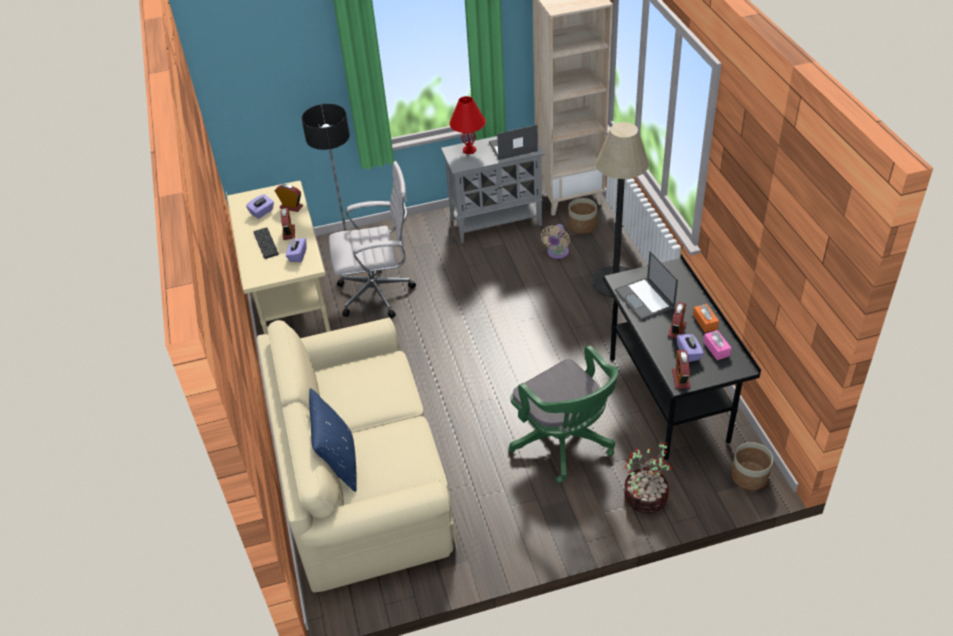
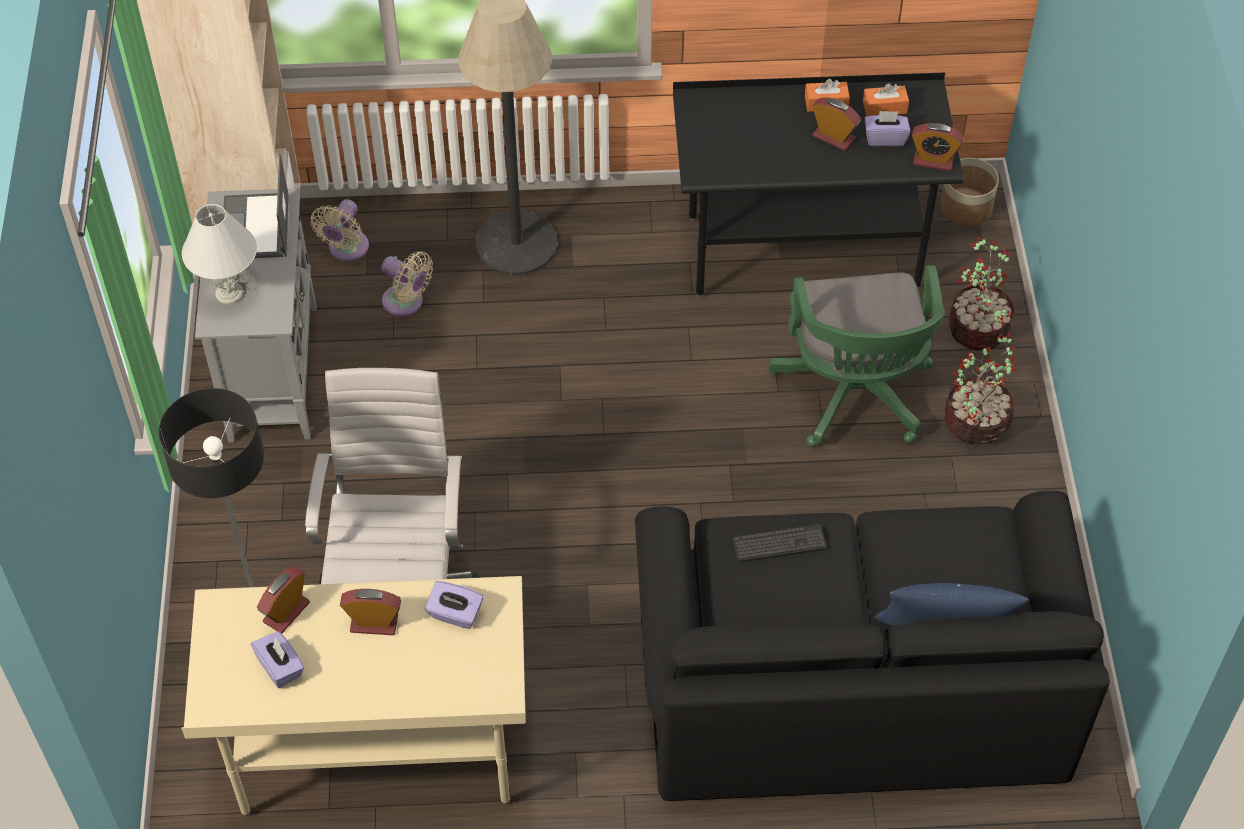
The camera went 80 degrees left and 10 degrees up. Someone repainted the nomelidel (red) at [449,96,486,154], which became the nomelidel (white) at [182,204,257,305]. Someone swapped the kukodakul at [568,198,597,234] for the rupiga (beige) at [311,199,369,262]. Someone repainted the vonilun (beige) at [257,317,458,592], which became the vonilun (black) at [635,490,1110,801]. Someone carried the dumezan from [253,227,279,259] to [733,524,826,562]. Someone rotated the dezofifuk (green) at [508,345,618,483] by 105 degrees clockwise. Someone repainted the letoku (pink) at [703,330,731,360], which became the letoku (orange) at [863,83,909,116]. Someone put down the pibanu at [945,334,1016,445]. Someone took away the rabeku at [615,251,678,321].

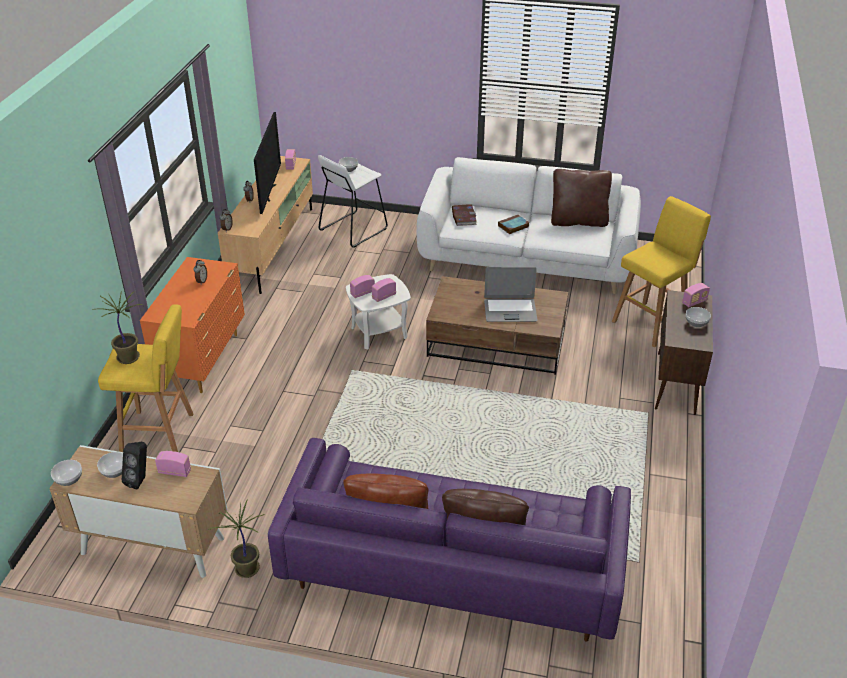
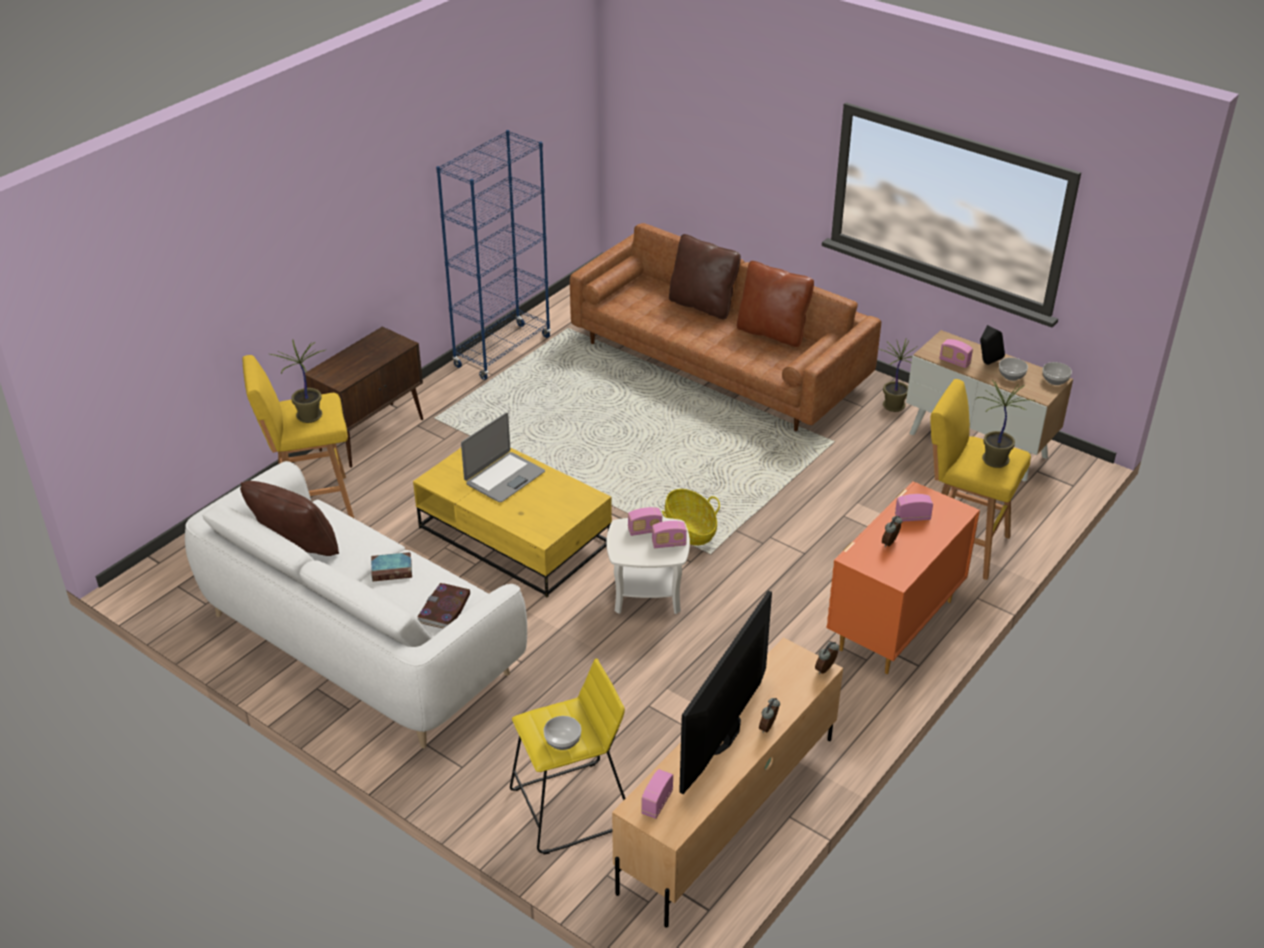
The camera went 155 degrees left and 0 degrees up. Someone put down the pibanu at [270,339,327,423]. Someone repainted the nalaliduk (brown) at [426,276,568,375], which became the nalaliduk (yellow) at [413,447,612,597]. Someone put down the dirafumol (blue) at [436,130,551,380]. Someone rotated the rabeku at [484,267,538,322] by 105 degrees clockwise. Someone repainted the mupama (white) at [318,155,388,248], which became the mupama (yellow) at [510,658,626,855]. Someone repainted the vonilun (purple) at [268,438,631,642], which became the vonilun (brown) at [570,223,881,431]. Someone put down the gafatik at [662,489,720,546]. Someone carried the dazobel from [682,283,710,307] to [895,494,933,522]. Someone took away the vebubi at [686,307,711,327].

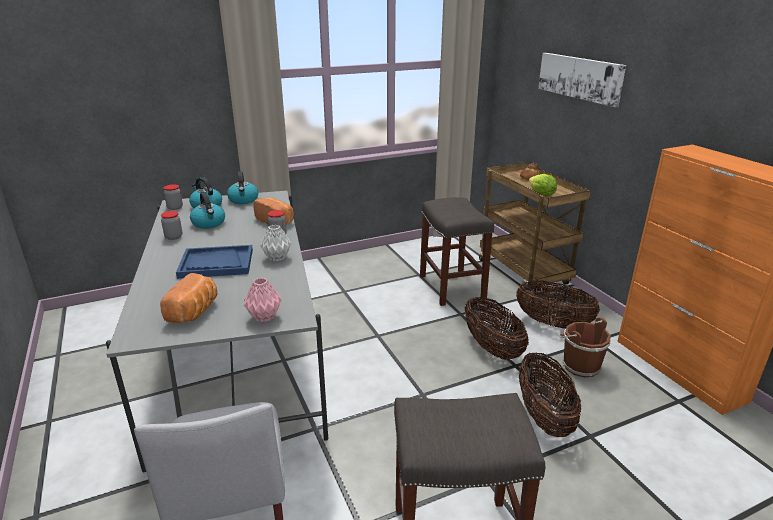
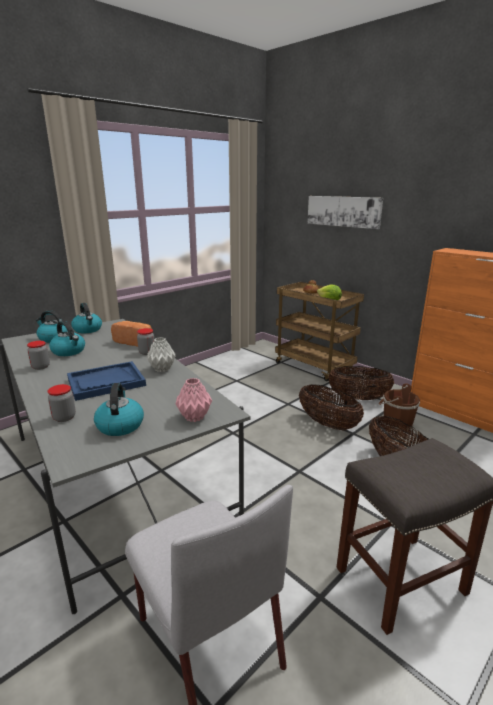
The camera went 20 degrees left and 5 degrees down. Someone carried the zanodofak from [164,184,183,210] to [47,384,76,422]. Someone swapped the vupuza at [160,273,218,323] for the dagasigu at [94,383,144,436]. Someone took away the mupama (grey) at [420,197,494,306].

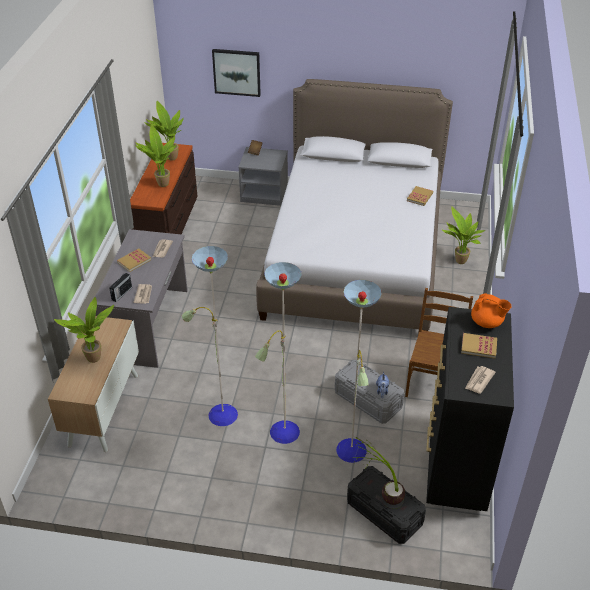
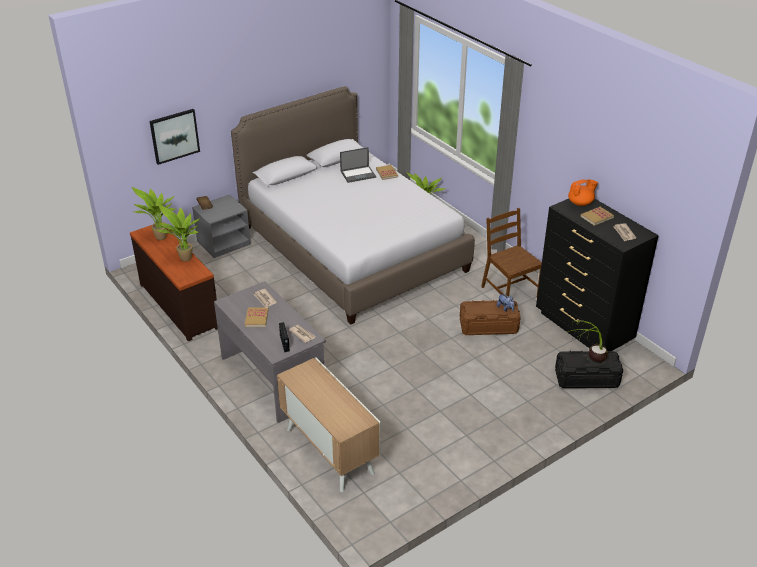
The camera went 45 degrees left and 5 degrees down. Someone put down the rabeku at [340,147,376,183]. Someone repainted the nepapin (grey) at [335,360,404,424], which became the nepapin (brown) at [460,300,521,335]. Someone took away the pibanu at [54,297,114,363]. Someone took away the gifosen at [182,246,382,463].

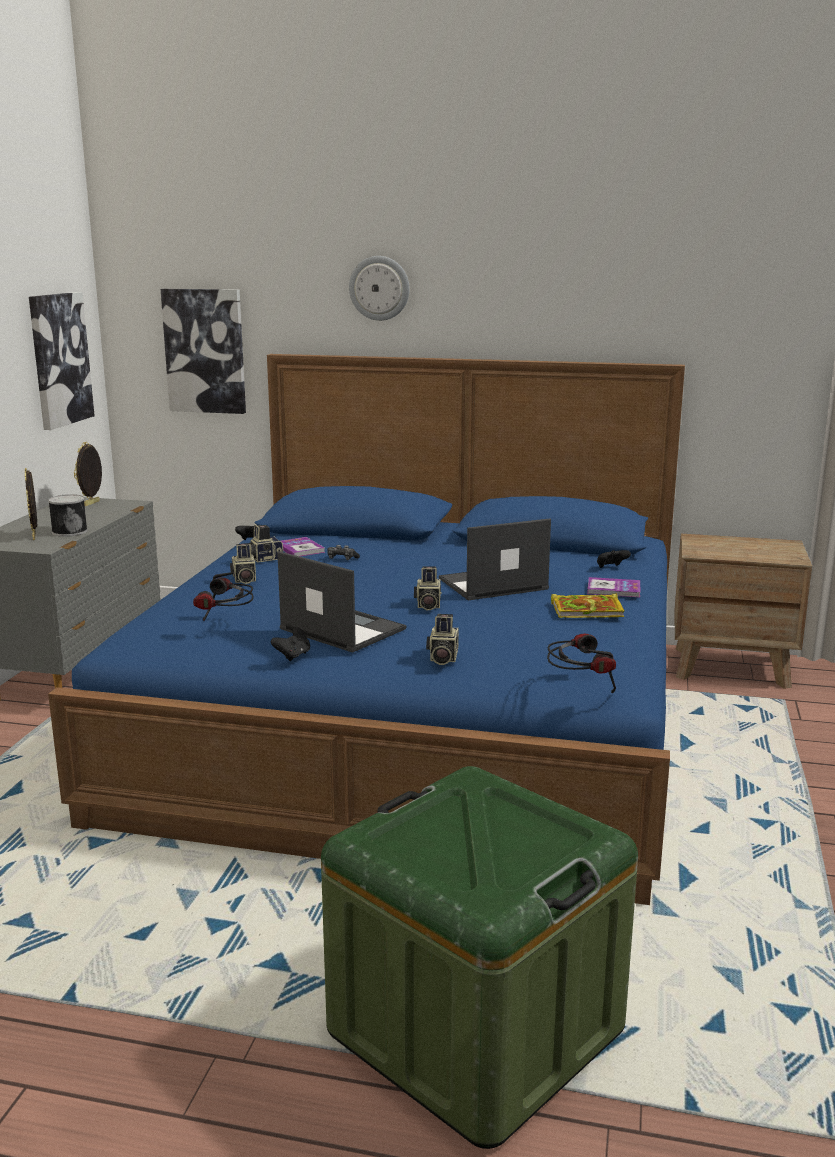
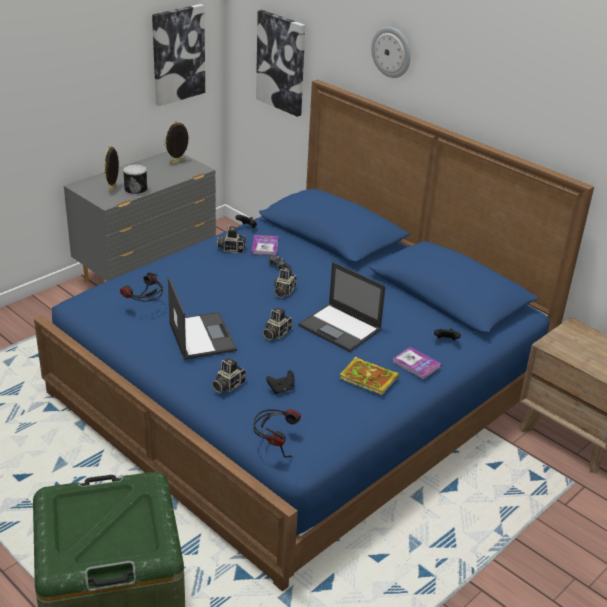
The camera went 30 degrees right and 15 degrees up. Someone carried the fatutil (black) from [271,627,310,661] to [266,370,294,394]. Someone carried the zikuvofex from [230,543,256,584] to [274,267,297,298]. Someone rotated the rabeku at [439,518,551,600] by 150 degrees counterclockwise.

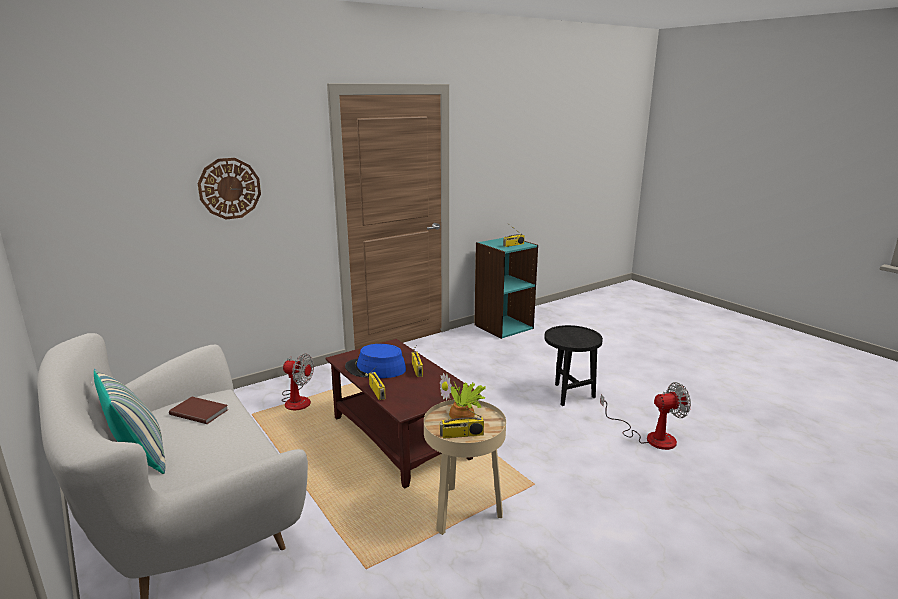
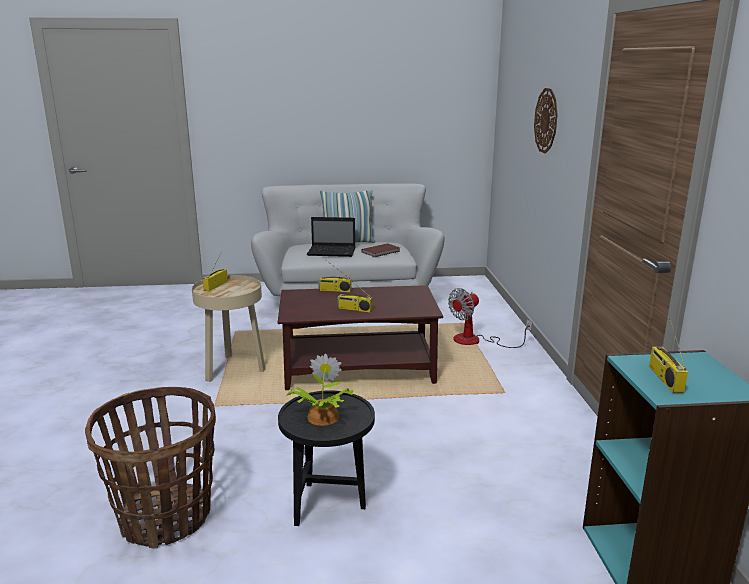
The camera went 120 degrees right and 0 degrees up. Someone swapped the rupiga at [600,382,691,450] for the gafatik at [85,387,216,549]. Someone carried the pibanu from [440,373,486,419] to [287,353,353,426]. Someone put down the rabeku at [307,217,355,257]. Someone took away the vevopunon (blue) at [345,344,406,378].

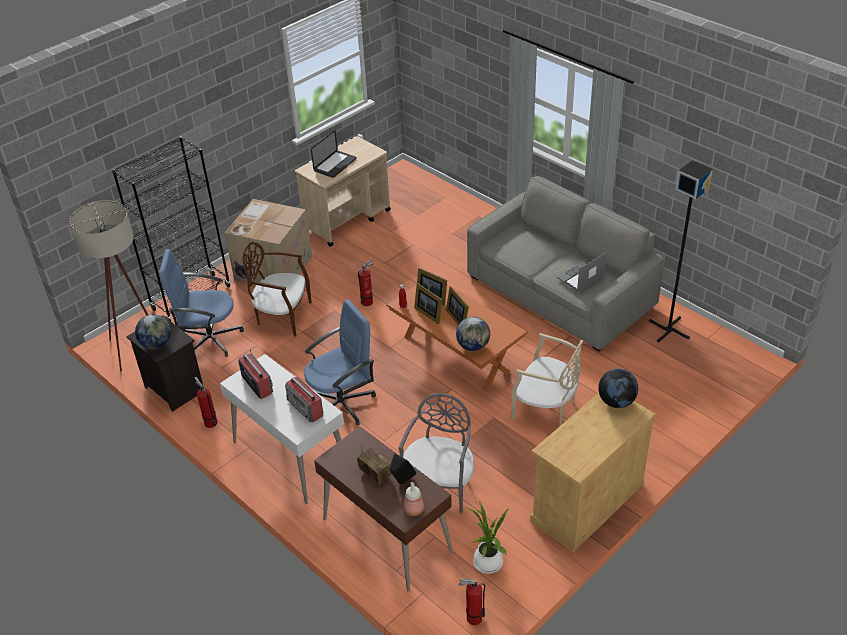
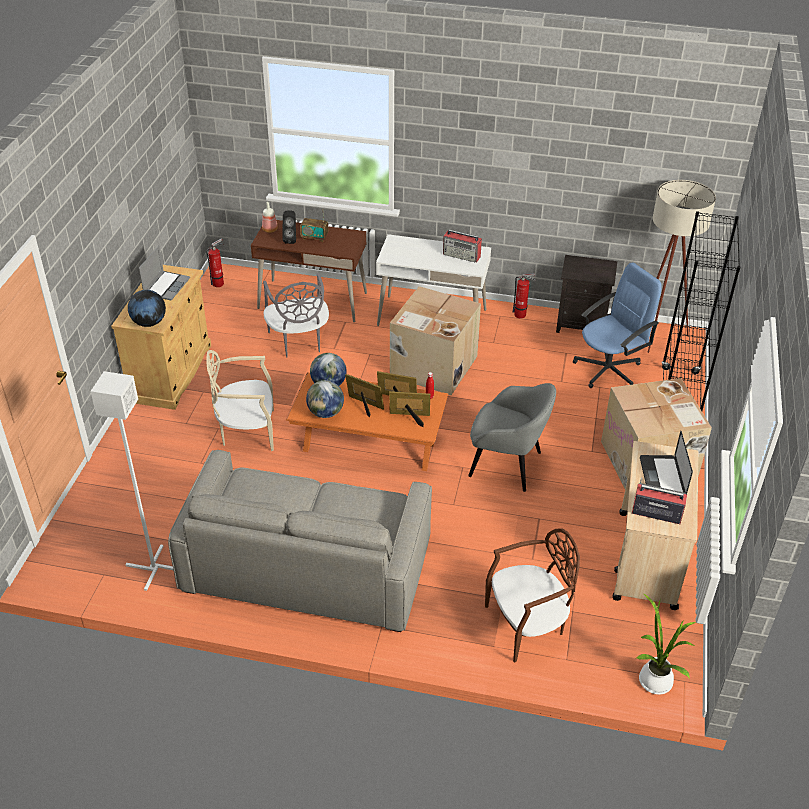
The camera went 145 degrees right and 0 degrees up. Someone repainted the gifosen (black) at [649,160,713,342], which became the gifosen (white) at [91,371,173,591]. Someone carried the rabeku from [558,253,606,292] to [139,246,190,300]. Someone carried the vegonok from [135,315,171,349] to [306,380,344,418]. Someone swapped the dezofifuk (blue) at [304,300,376,425] for the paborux at [390,286,481,395]. Someone swapped the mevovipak at [358,259,374,306] for the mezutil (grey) at [468,383,556,492]. Someone carried the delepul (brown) from [242,242,312,337] to [485,528,580,662]. Someone carried the dazobel from [285,377,323,422] to [632,478,687,524]. Someone carried the pibanu from [468,501,509,574] to [635,594,695,695].

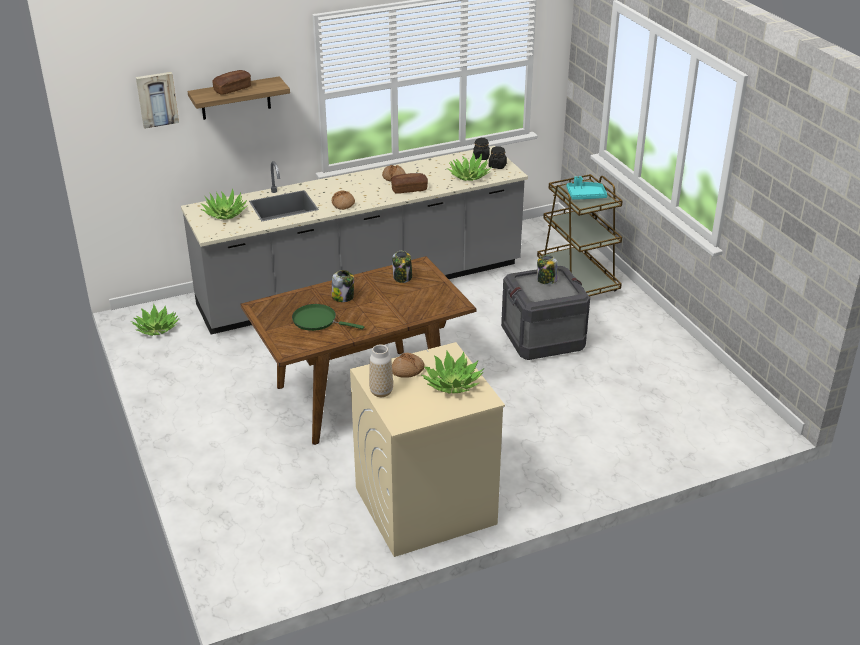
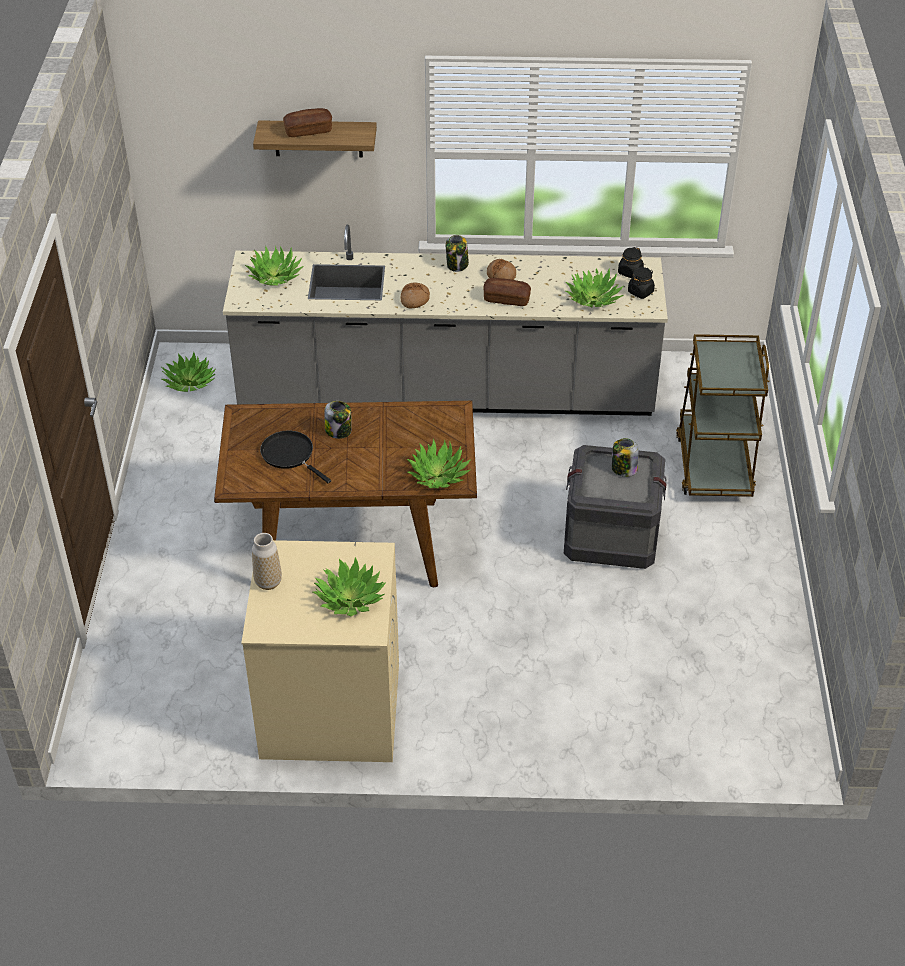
The camera went 25 degrees right and 10 degrees up. Someone repainted the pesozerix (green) at [292,304,364,331], which became the pesozerix (black) at [260,431,331,483]. Someone put down the pibanu at [407,439,471,488]. Someone carried the zanodofak from [392,251,412,283] to [446,235,469,272]. Someone took away the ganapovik at [136,72,179,129]. Someone took away the vupuza at [392,353,425,378]. Someone took away the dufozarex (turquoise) at [566,176,608,200].

